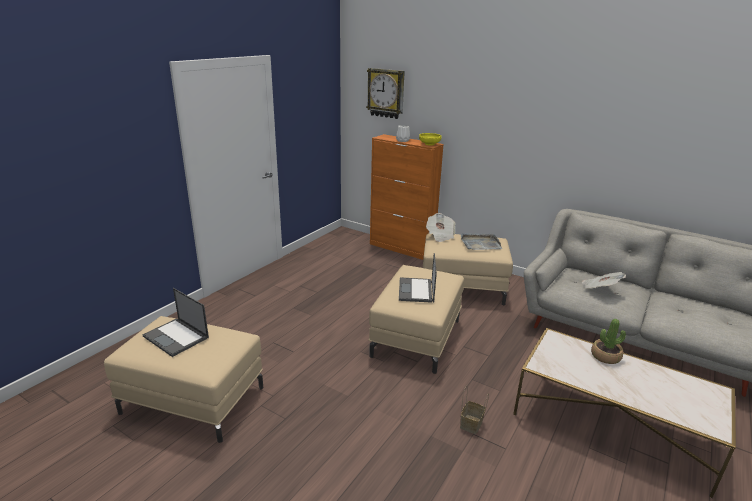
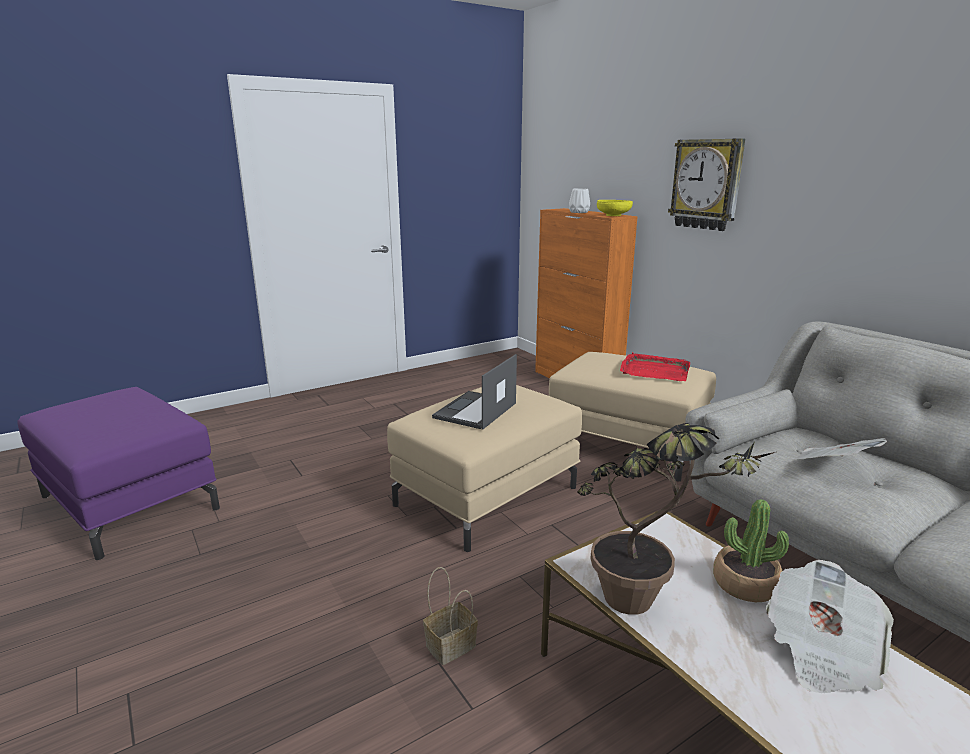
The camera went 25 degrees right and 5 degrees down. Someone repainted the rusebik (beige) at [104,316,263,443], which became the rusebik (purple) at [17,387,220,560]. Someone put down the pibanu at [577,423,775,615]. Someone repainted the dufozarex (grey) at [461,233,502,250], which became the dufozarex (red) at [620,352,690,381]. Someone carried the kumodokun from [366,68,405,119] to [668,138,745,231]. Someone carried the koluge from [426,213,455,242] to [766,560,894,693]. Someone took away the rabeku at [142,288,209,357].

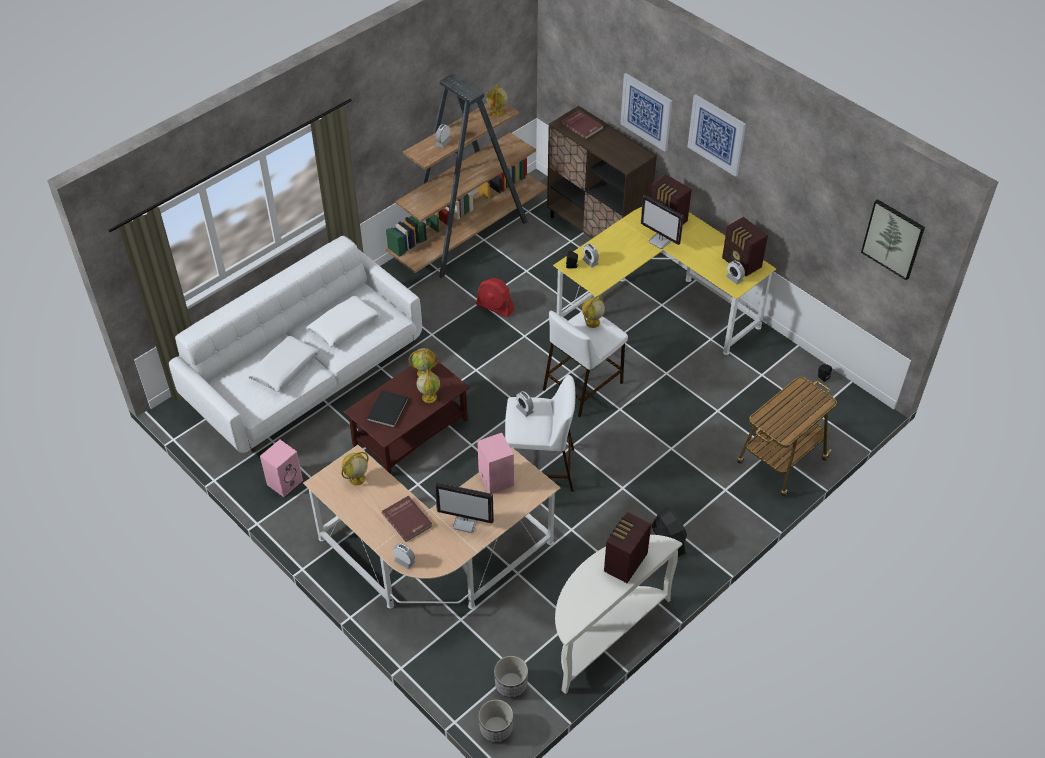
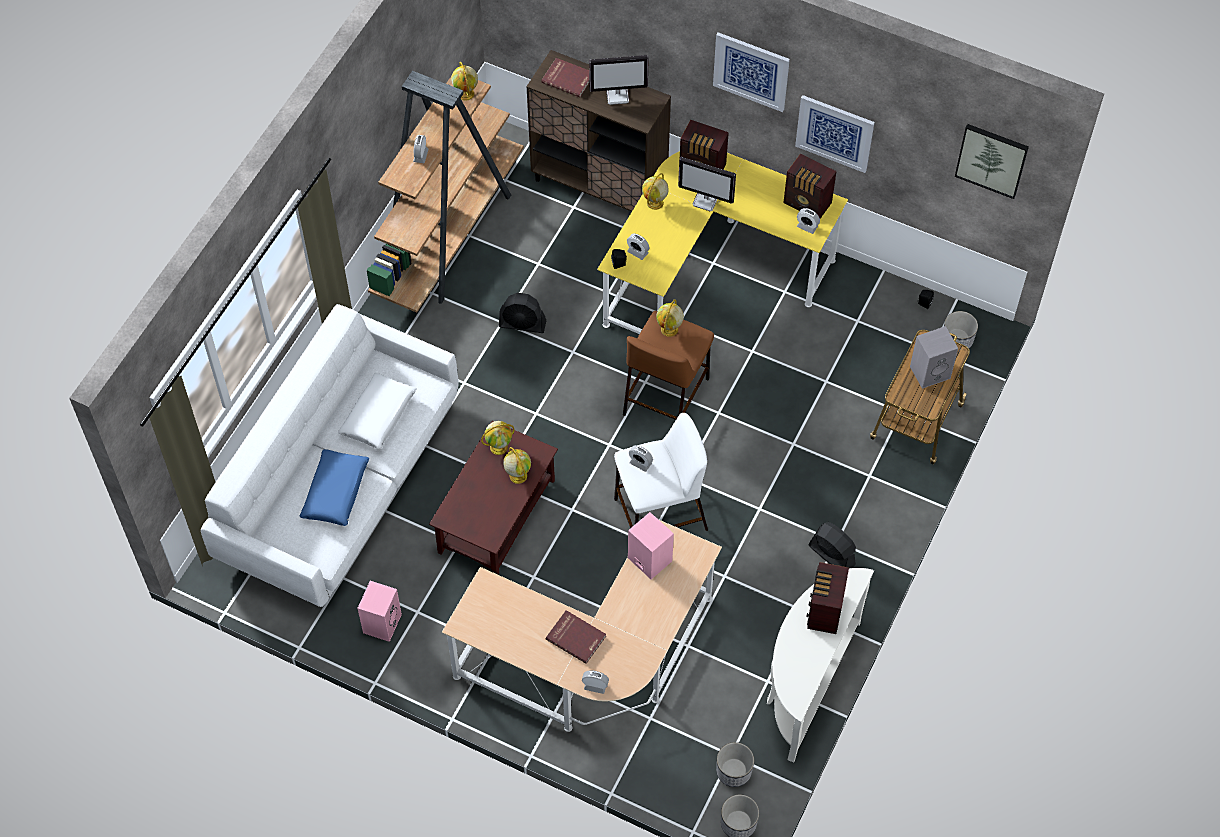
The camera went 20 degrees left and 10 degrees up. Someone repainted the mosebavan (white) at [247,336,320,392], which became the mosebavan (blue) at [300,449,369,526]. Someone repainted the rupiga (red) at [476,278,514,317], which became the rupiga (black) at [499,293,546,333]. Someone carried the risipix from [435,482,494,533] to [589,55,649,105]. Someone repainted the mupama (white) at [543,310,628,417], which became the mupama (brown) at [623,311,714,420]. Someone carried the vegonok from [342,452,368,486] to [642,173,669,210]. Someone carried the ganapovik from [620,73,672,152] to [795,95,875,173]. Someone put down the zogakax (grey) at [910,326,958,389]. Someone put down the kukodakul at [944,311,978,352]. Someone took away the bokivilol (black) at [367,390,408,428].

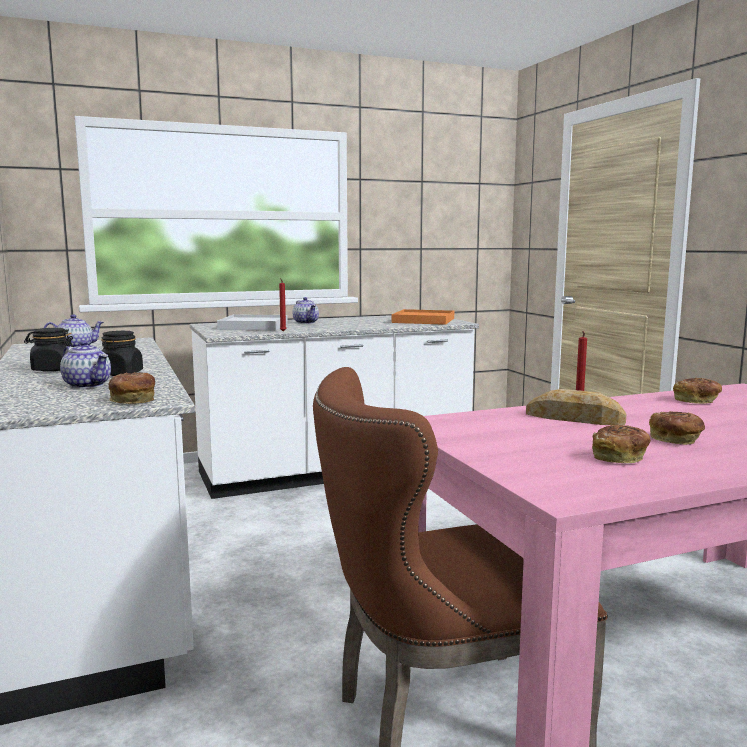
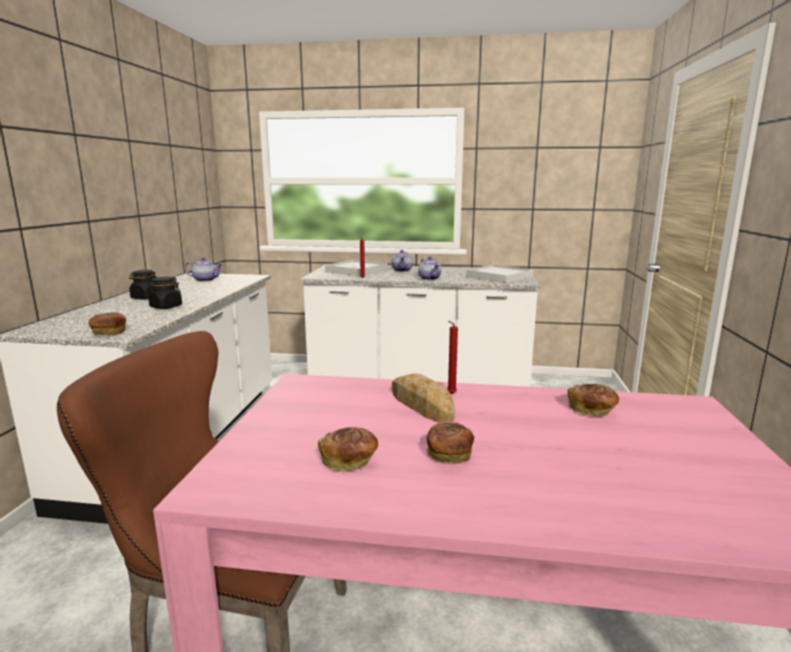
The camera went 30 degrees right and 5 degrees up. Someone carried the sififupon from [60,340,111,389] to [418,256,441,280]. Someone repainted the dufozarex (orange) at [392,309,454,325], which became the dufozarex (white) at [466,264,533,283].

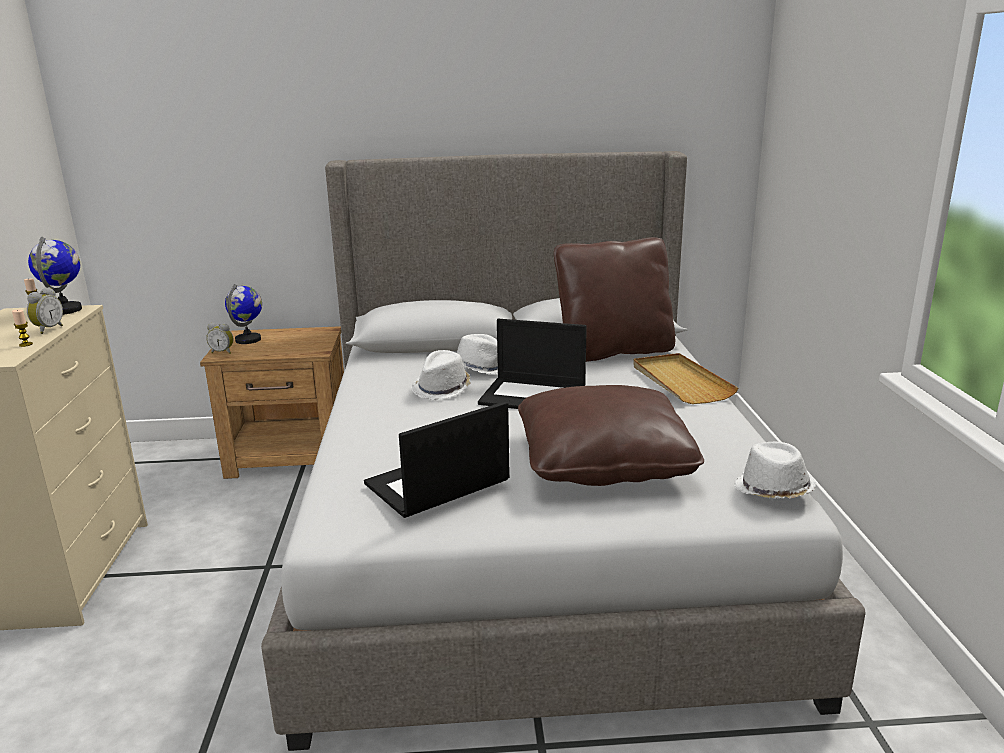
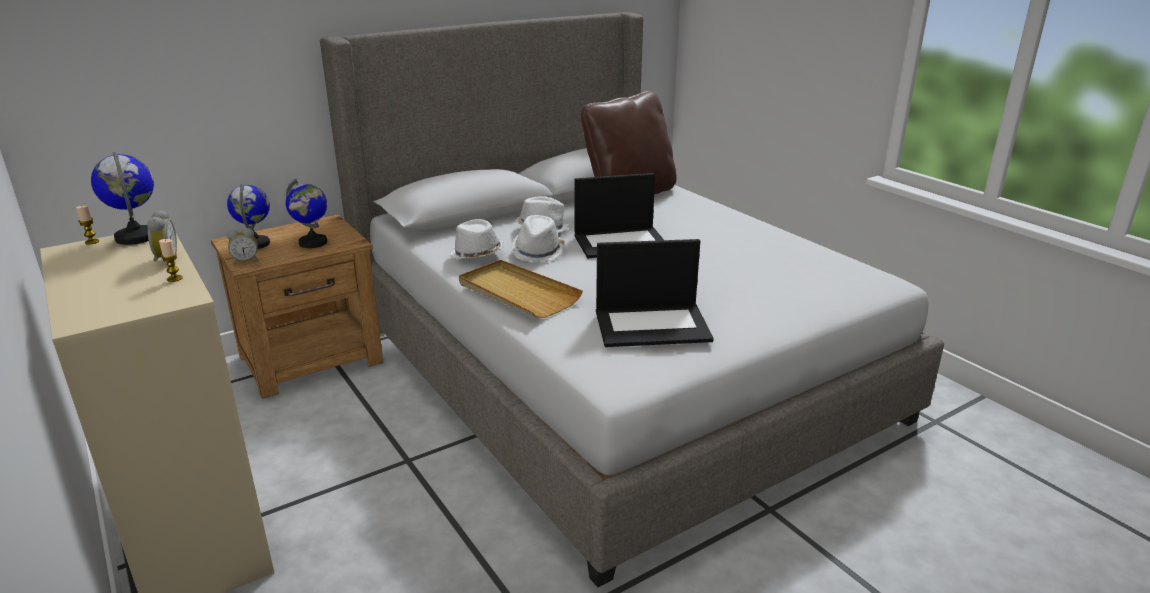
The camera went 30 degrees left and 5 degrees up. Someone put down the vegonok at [286,179,327,248]. Someone carried the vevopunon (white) from [734,442,816,499] to [450,219,504,260]. Someone carried the dufozarex (beige) from [633,353,738,404] to [459,260,583,318]. Someone rotated the rabeku at [364,401,510,518] by 120 degrees counterclockwise. Someone took away the mosebavan (brown) at [518,385,704,486].

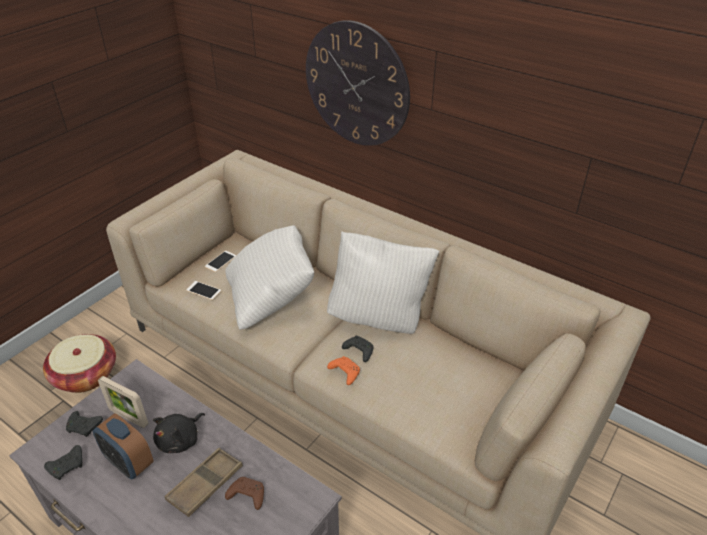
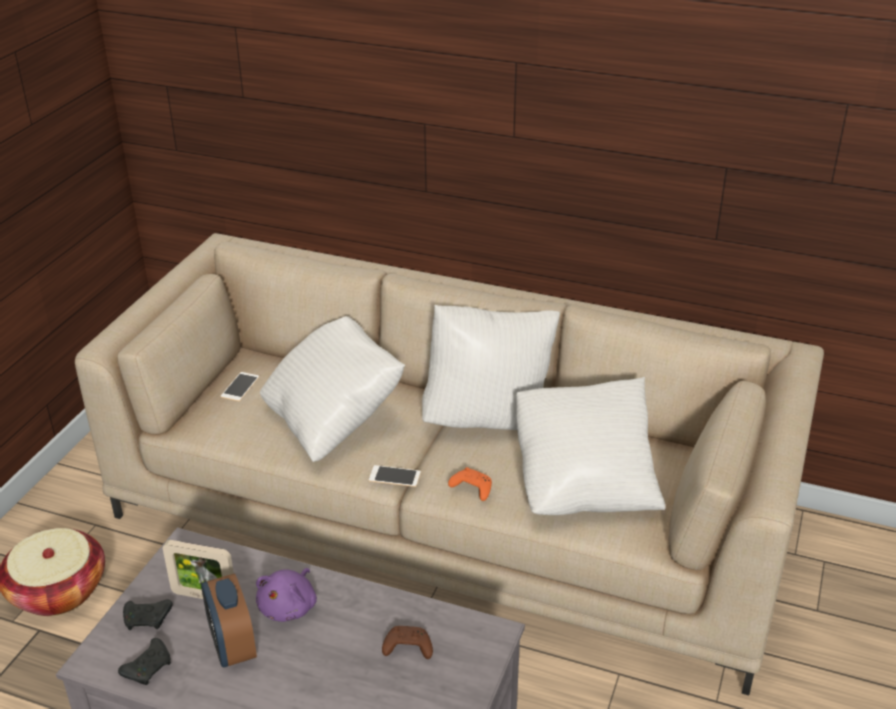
The camera went 15 degrees left and 5 degrees down. Someone rotated the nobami at [93,413,153,480] by 45 degrees clockwise. Someone repainted the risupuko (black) at [153,413,205,453], which became the risupuko (purple) at [256,568,317,622]. Someone carried the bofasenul from [186,281,221,300] to [369,465,421,487]. Someone put down the mosebavan (white) at [516,377,665,515]. Someone took away the dufozarex (brown) at [165,448,243,517]. Someone took away the kumodokun at [306,20,410,146]. Someone took away the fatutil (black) at [342,336,374,362].

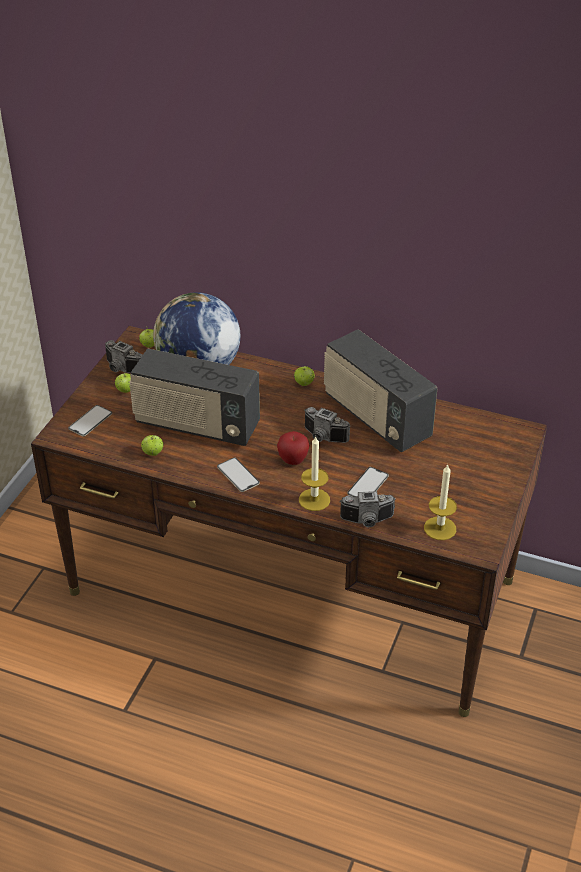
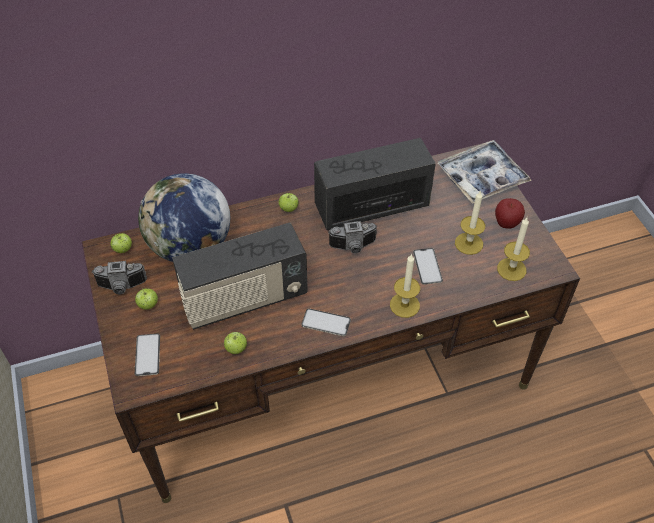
The camera went 40 degrees left and 10 degrees up. Someone rotated the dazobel at [324,329,437,452] by 150 degrees clockwise. Someone put down the dufozarex at [438,140,532,204]. Someone put down the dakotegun at [455,190,485,255]. Someone carried the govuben from [277,431,310,465] to [495,198,525,229]. Someone took away the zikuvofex at [340,491,396,527].

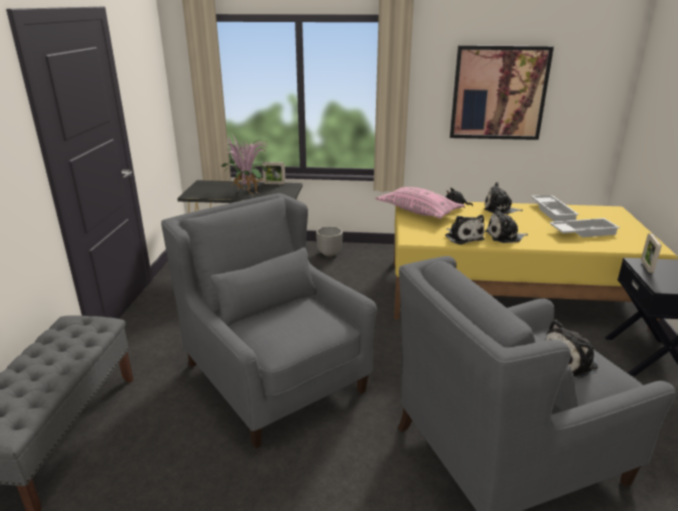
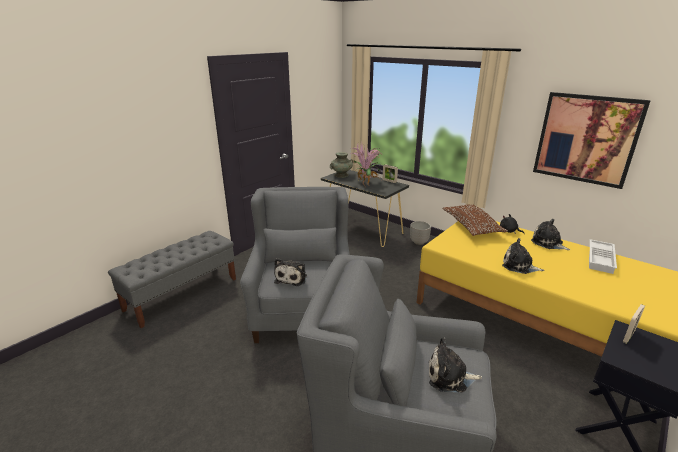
The camera went 35 degrees right and 0 degrees up. Someone carried the risupuko from [445,215,485,245] to [274,258,307,286]. Someone put down the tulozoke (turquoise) at [330,152,353,178]. Someone repainted the mosebavan (pink) at [376,187,465,219], which became the mosebavan (brown) at [442,204,508,236]. Someone took away the dufozarex (white) at [549,218,620,237].

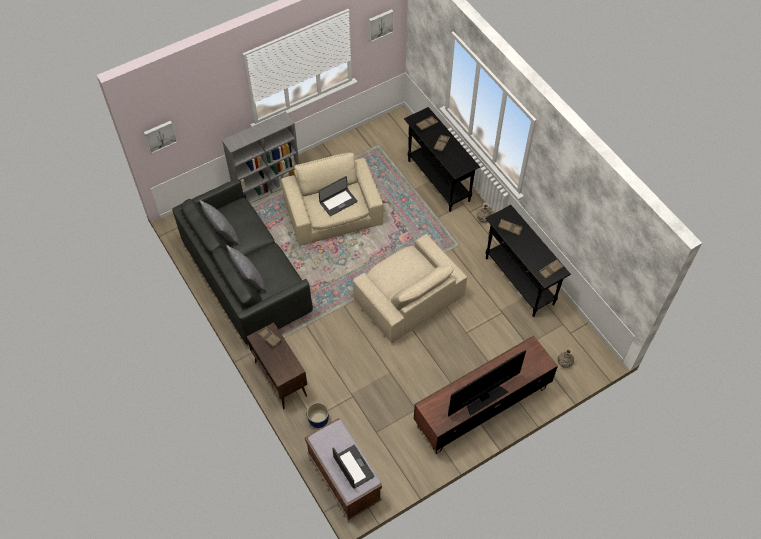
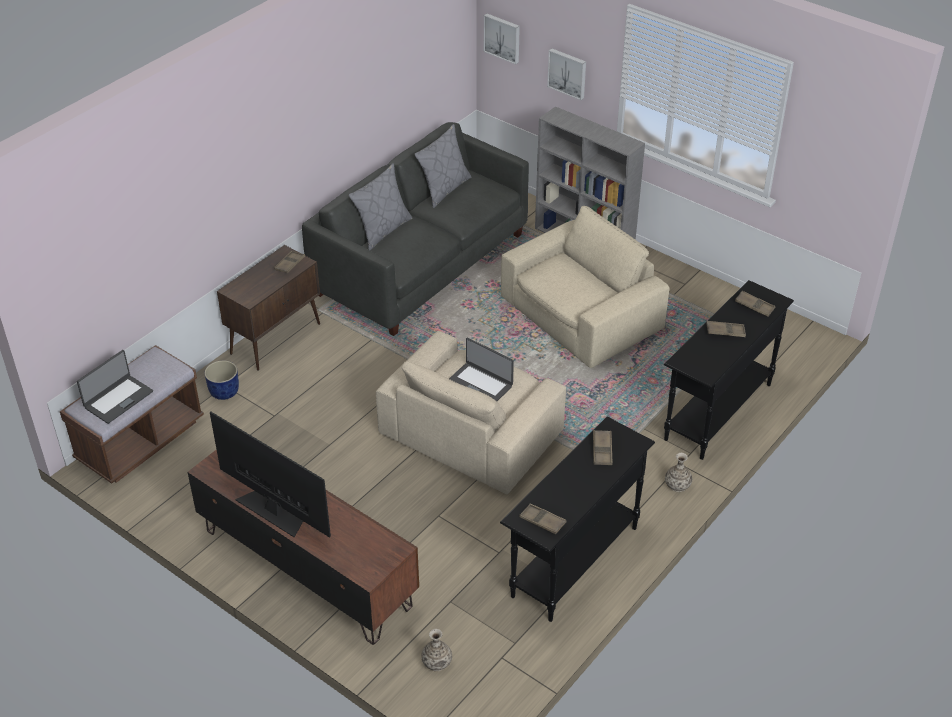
The camera went 70 degrees right and 15 degrees down. Someone carried the rabeku from [318,176,358,216] to [449,338,514,401]. Someone carried the ganapovik from [368,9,394,42] to [547,49,586,100].

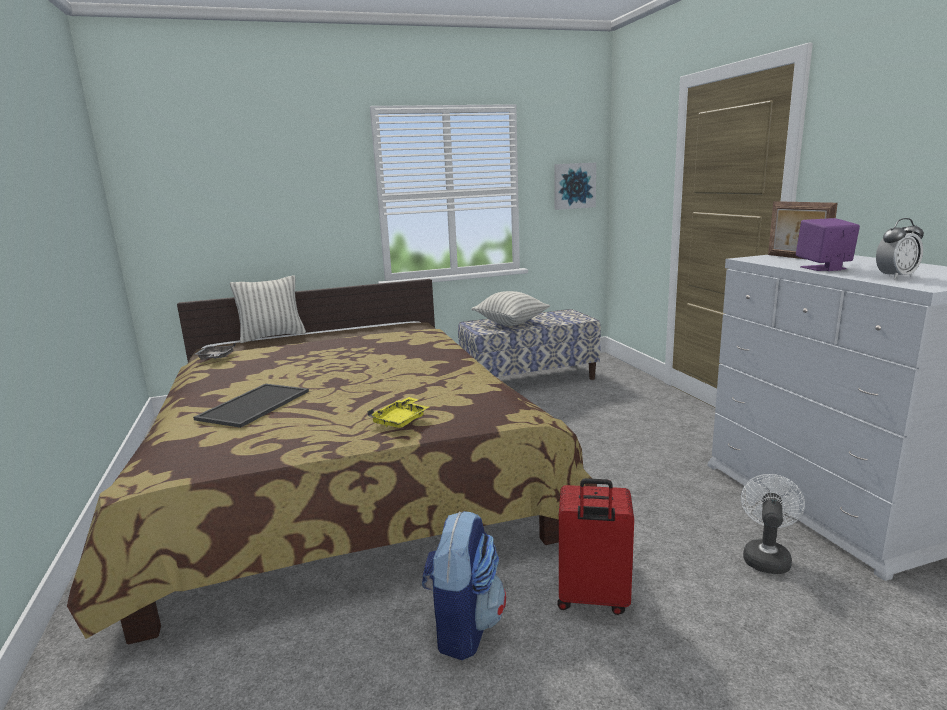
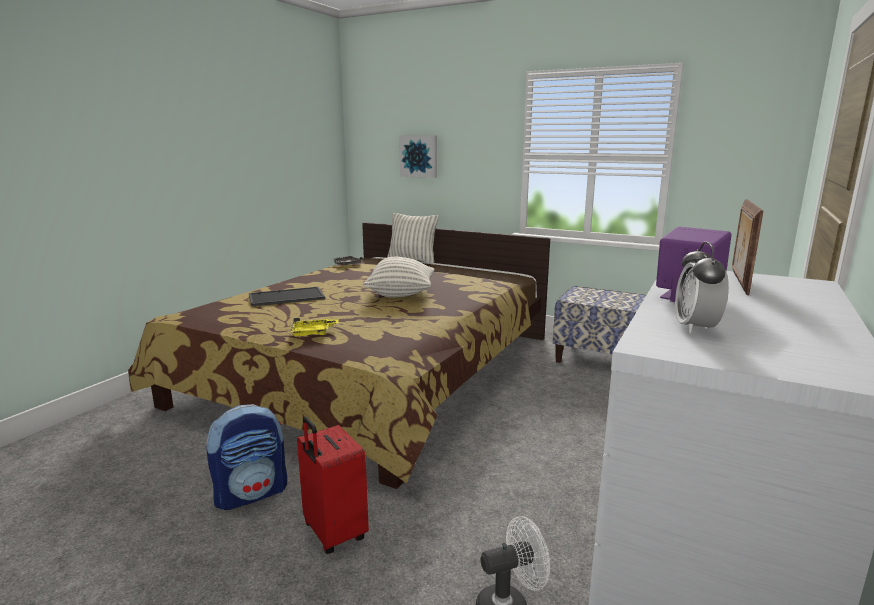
The camera went 45 degrees right and 0 degrees up. Someone carried the mosebavan from [471,291,550,326] to [363,257,435,298]. Someone carried the ganapovik from [554,163,596,210] to [399,135,437,178]. Someone rotated the nobami at [876,218,924,279] by 75 degrees clockwise.

